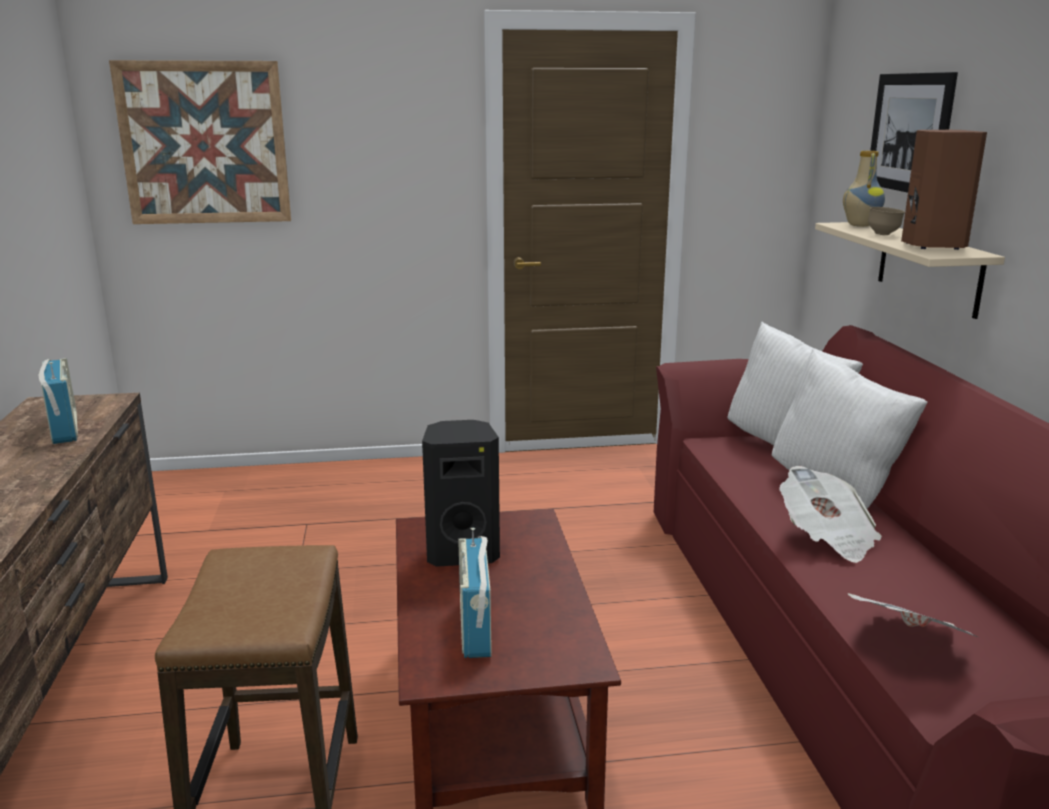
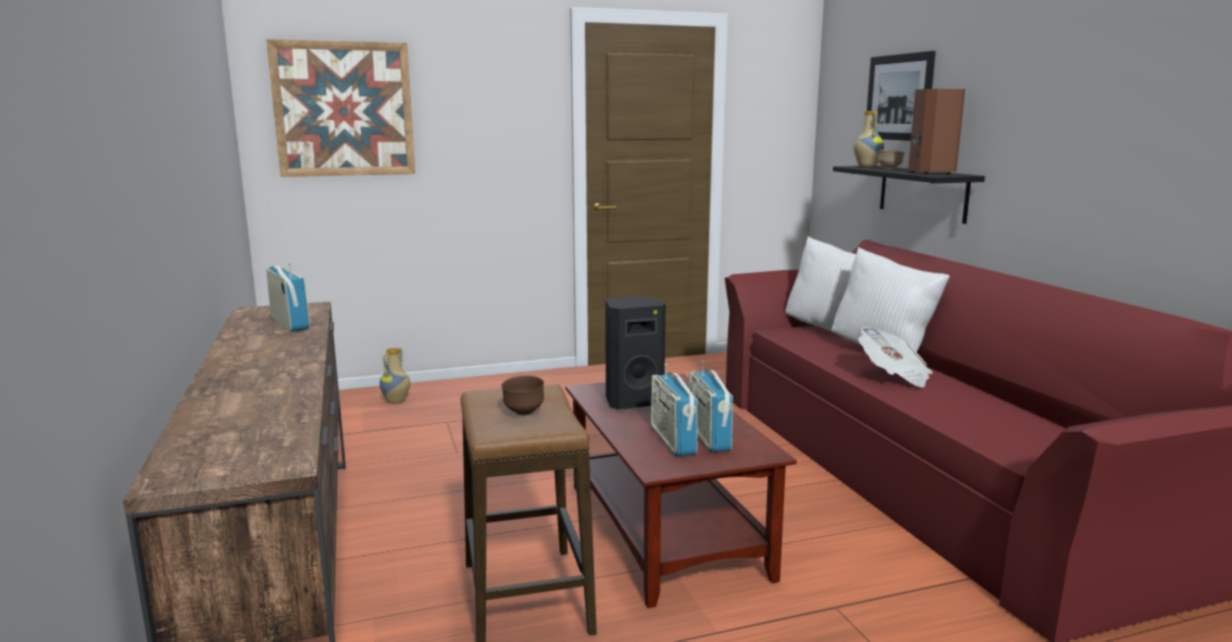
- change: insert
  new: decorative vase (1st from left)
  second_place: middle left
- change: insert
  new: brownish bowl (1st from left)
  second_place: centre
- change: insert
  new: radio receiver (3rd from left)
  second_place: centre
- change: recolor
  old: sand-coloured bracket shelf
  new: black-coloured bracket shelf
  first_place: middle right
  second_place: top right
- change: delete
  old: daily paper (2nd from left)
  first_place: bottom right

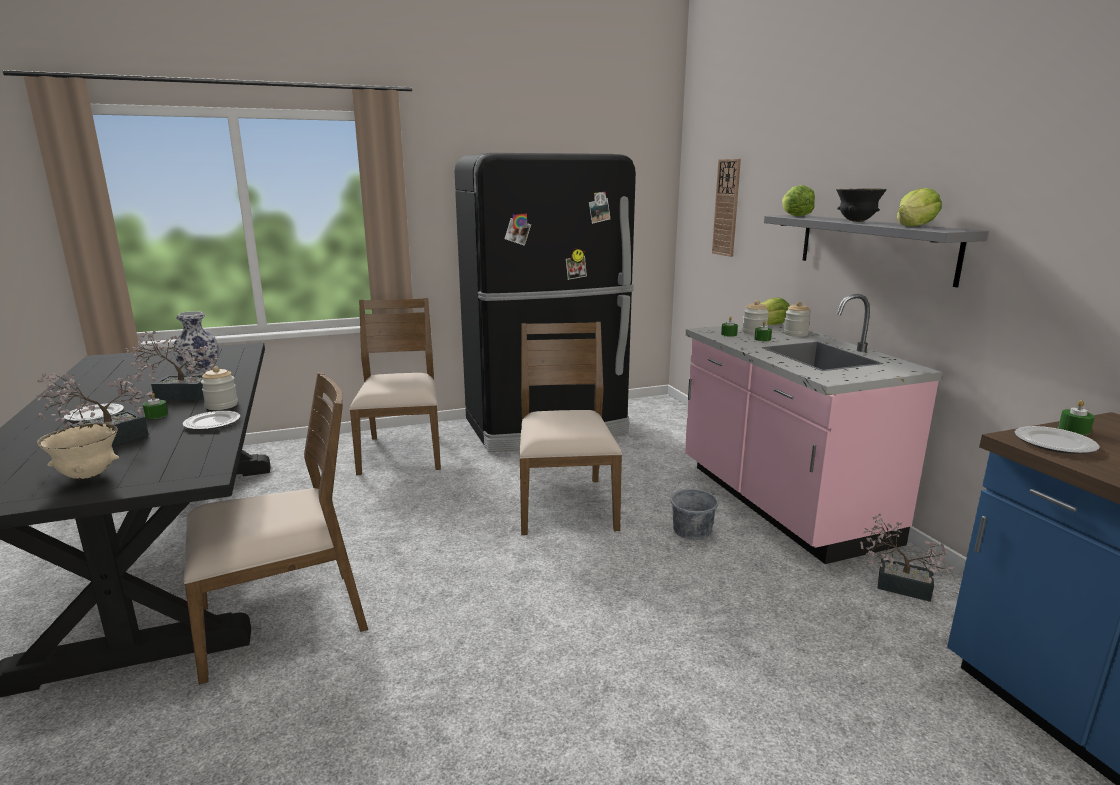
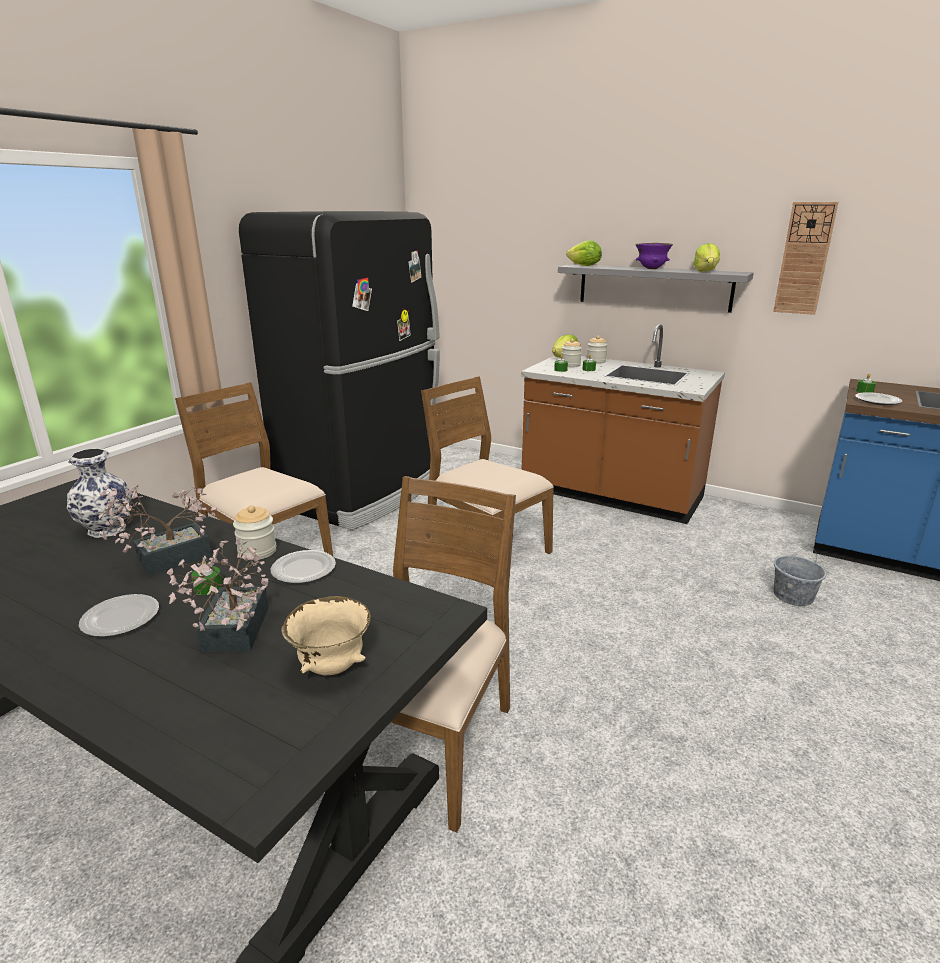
- change: recolor
  old: pink-coloured kitchen base unit
  new: brownish kitchen base unit
  first_place: middle right
  second_place: centre
- change: recolor
  old: black-coloured bowl
  new: purple-coloured bowl
  first_place: top right
  second_place: top right
- change: move
  old: wall clock
  first_place: top centre
  second_place: top right
- change: move
  old: greyish pail
  first_place: centre
  second_place: middle right
- change: delete
  old: plant in a pot (3rd from left)
  first_place: bottom right

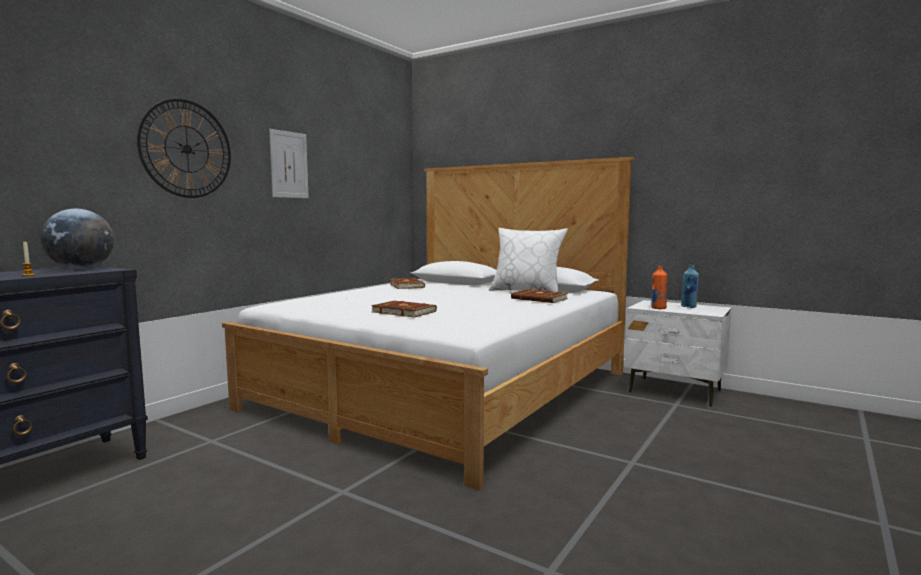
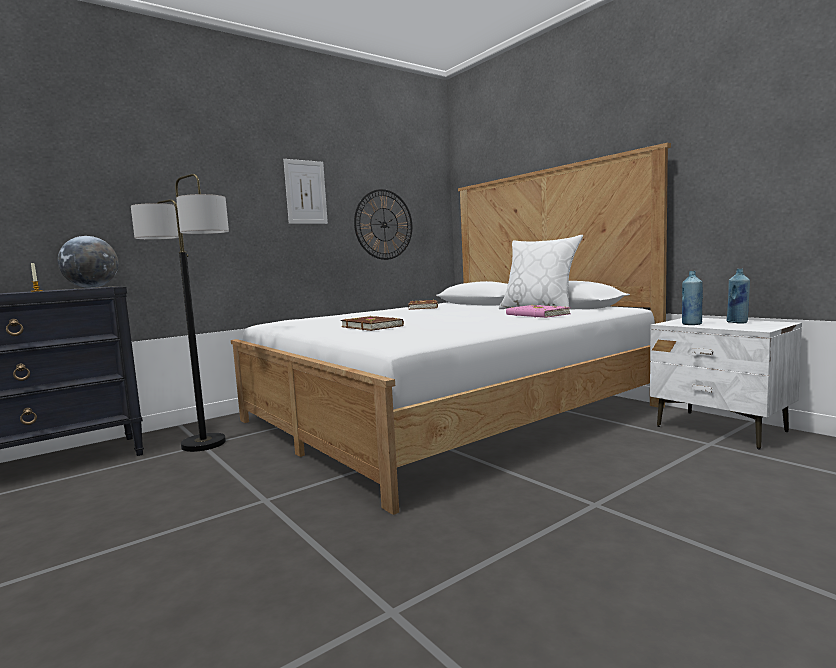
- change: insert
  new: floor lamp
  second_place: middle left
- change: move
  old: wall clock
  first_place: top left
  second_place: centre
- change: recolor
  old: brownish book (3rd from left)
  new: pink-coloured book
  first_place: centre
  second_place: centre
- change: recolor
  old: orange-coloured beverage bottle
  new: bluish beverage bottle (1st from left)
  first_place: middle right
  second_place: middle right

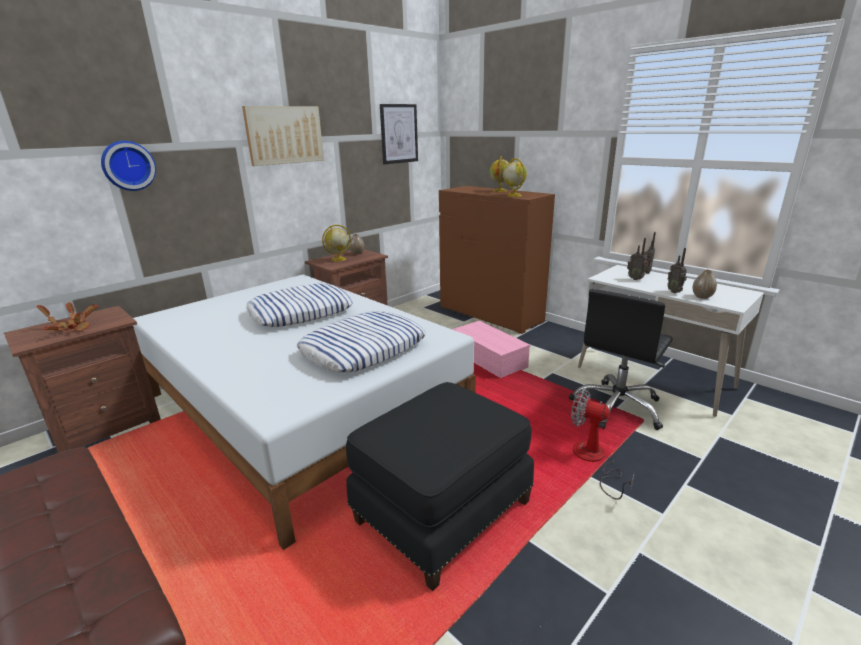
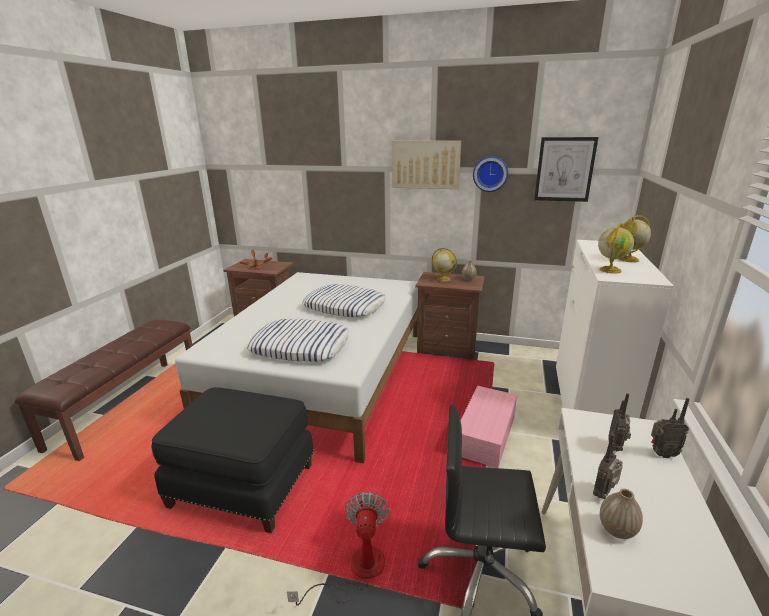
- change: move
  old: wall clock
  first_place: top left
  second_place: top centre
- change: recolor
  old: brownish drawer chest
  new: white drawer chest
  first_place: centre
  second_place: middle right

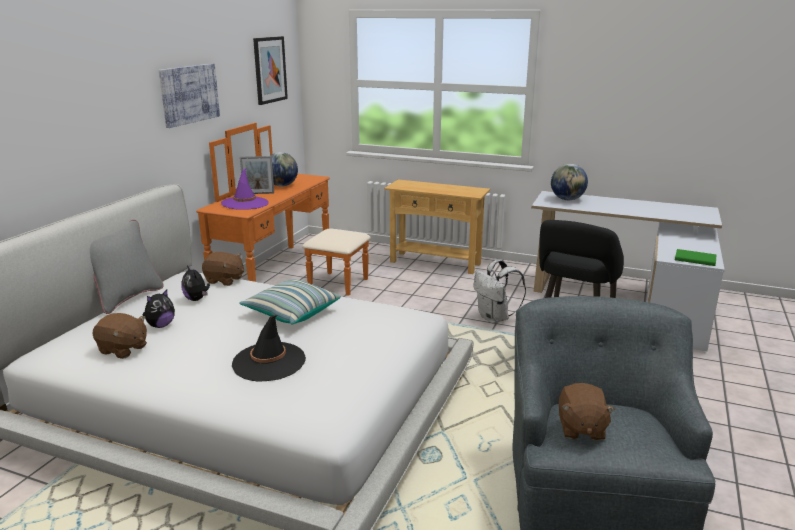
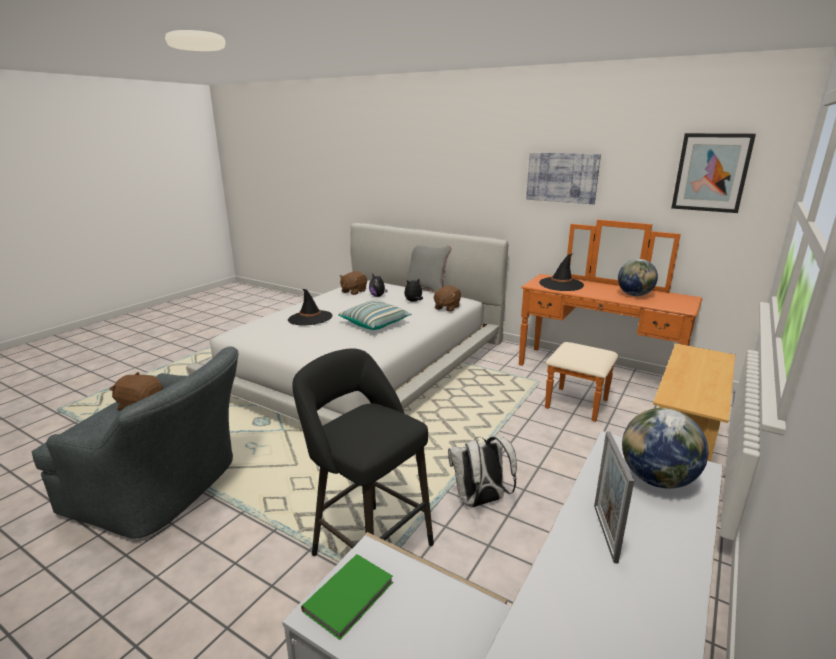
- change: recolor
  old: purple-coloured clothing hat
  new: black-coloured clothing hat (2nd from left)
  first_place: middle left
  second_place: middle right
- change: move
  old: photo frame
  first_place: top left
  second_place: bottom right

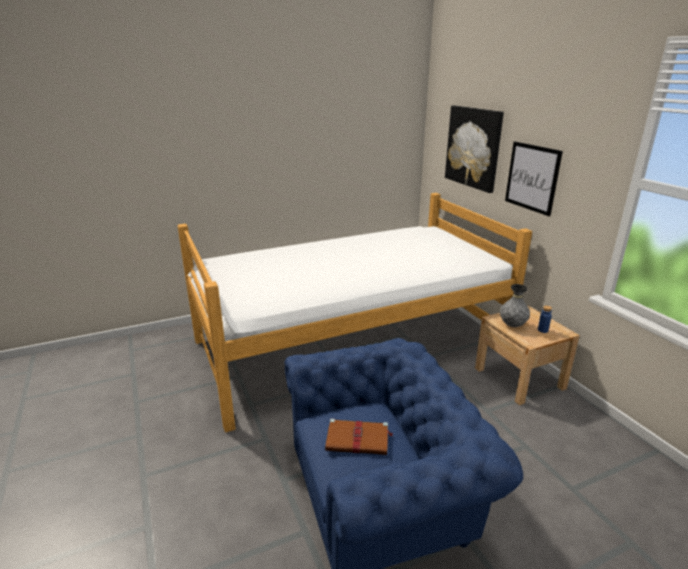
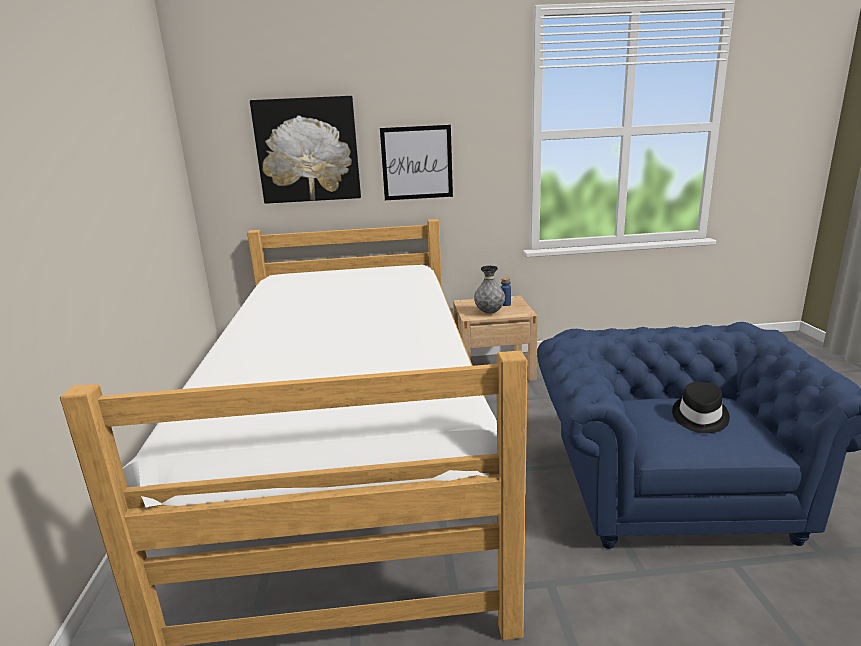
- change: replace
  old: brownish book
  new: black-coloured clothing hat
  first_place: bottom centre
  second_place: middle right

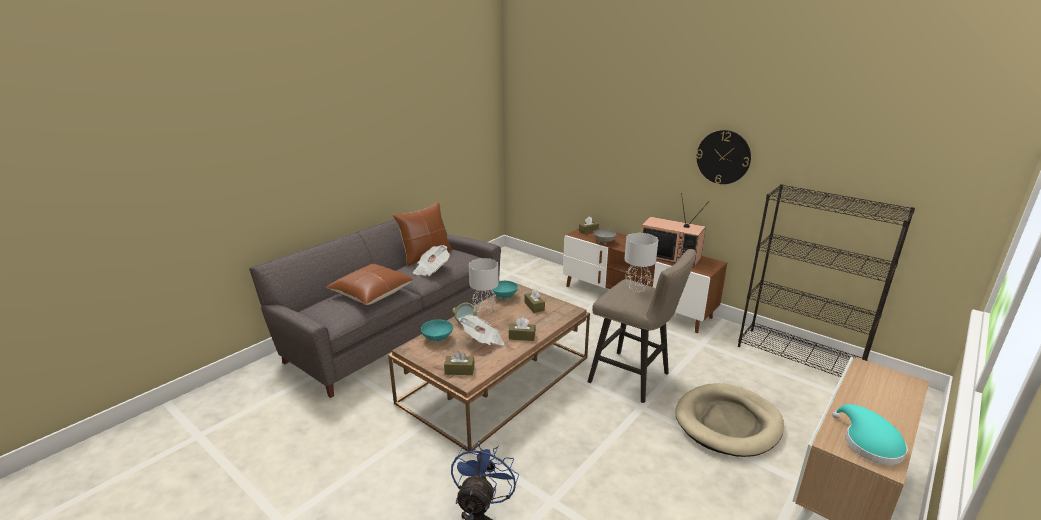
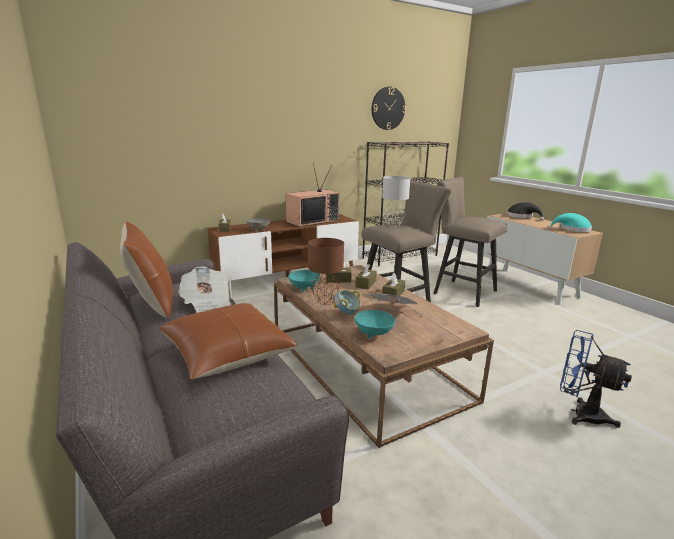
- change: recolor
  old: greyish tabletop lamp (1st from left)
  new: brownish tabletop lamp
  first_place: centre
  second_place: centre
- change: move
  old: brownish box of tissues (1st from left in the first image)
  new: brownish box of tissues (3rd from left)
  first_place: bottom centre
  second_place: centre
- change: move
  old: wall clock
  first_place: top right
  second_place: top centre
- change: replace
  old: sand-coloured dog bed
  new: sand-coloured sitting stool (2nd from left)
  first_place: bottom right
  second_place: middle right
- change: insert
  new: black-coloured clothing hat
  second_place: middle right

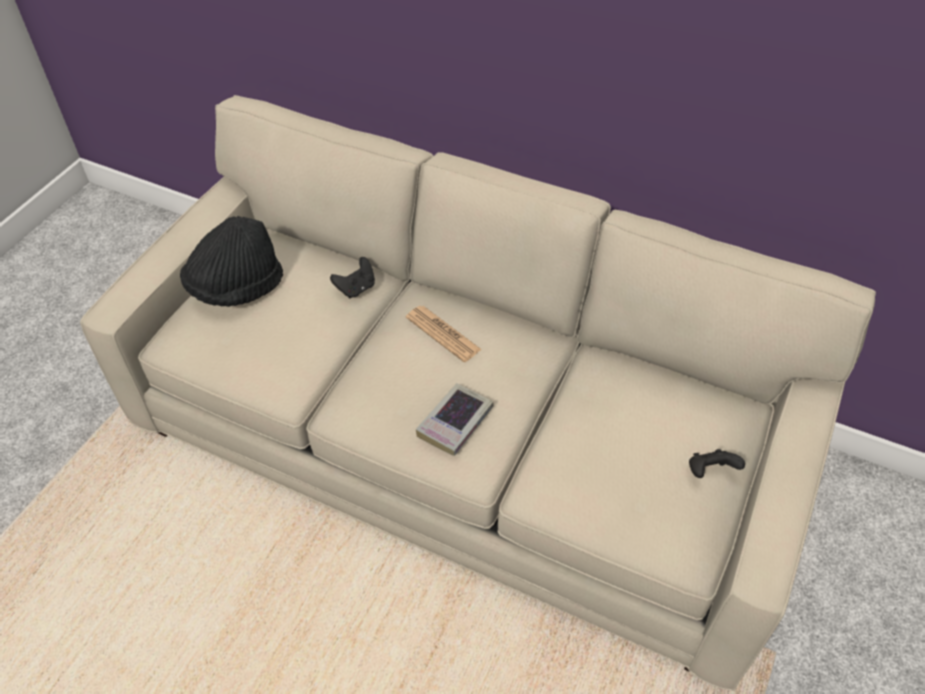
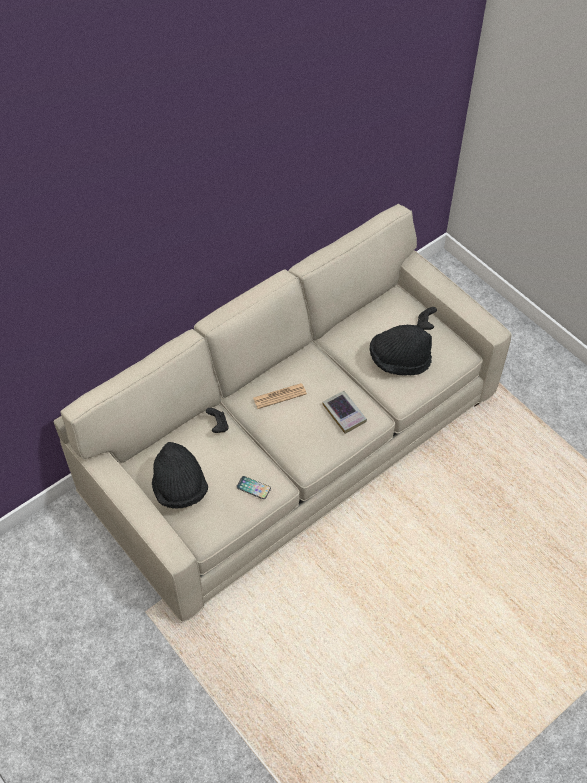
- change: insert
  new: handset
  second_place: centre
- change: insert
  new: black-coloured clothing hat (2nd from left)
  second_place: middle right

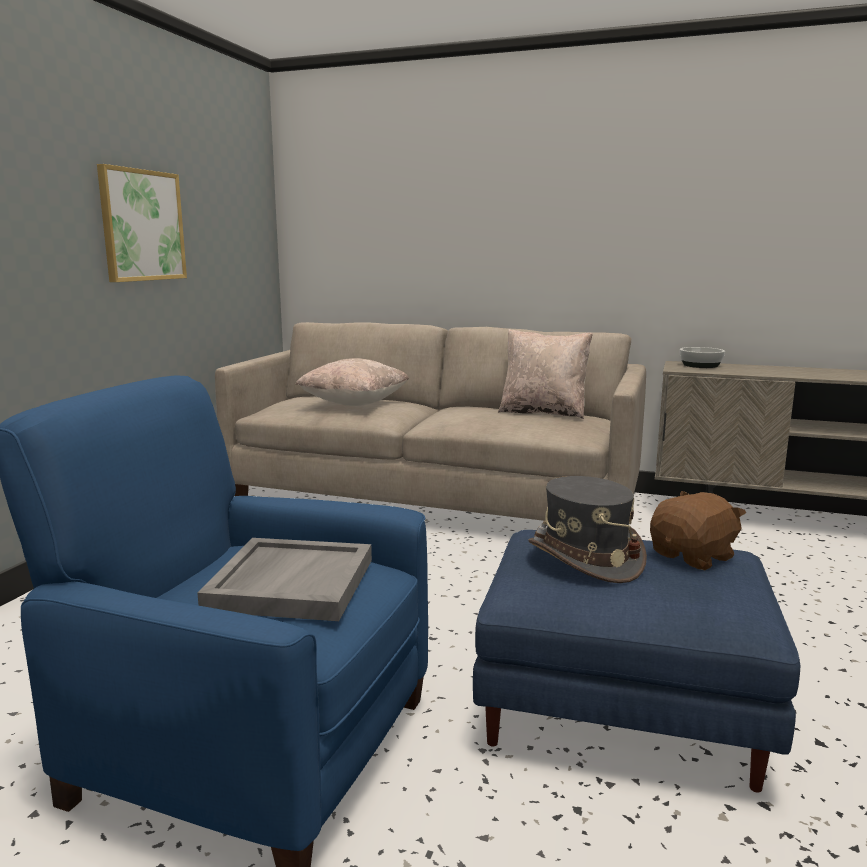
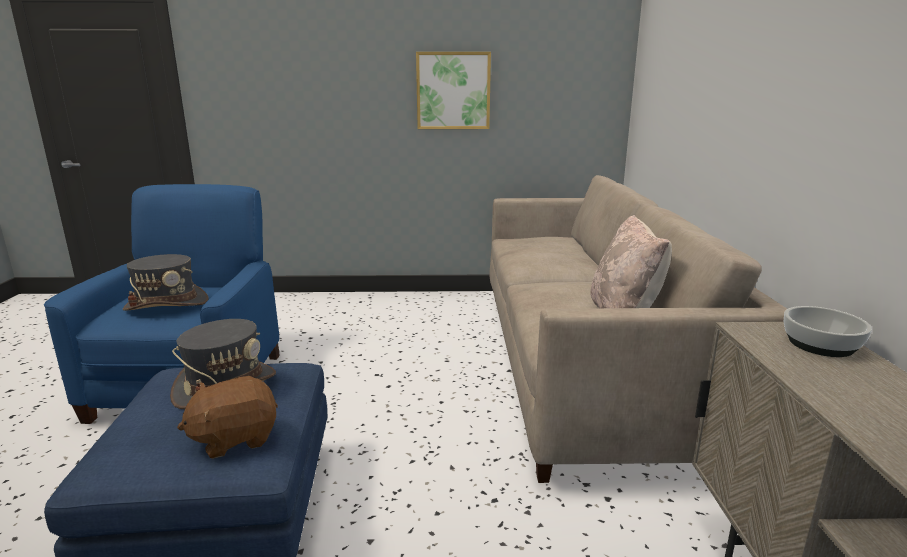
- change: replace
  old: greyish tray
  new: greyish clothing hat (1st from left)
  first_place: bottom left
  second_place: middle left
- change: rotate
  old: brownish soft toy
  first_place: middle right
  second_place: bottom left
  degrees: 120
- change: delete
  old: sand-coloured pillow (1st from left)
  first_place: centre

